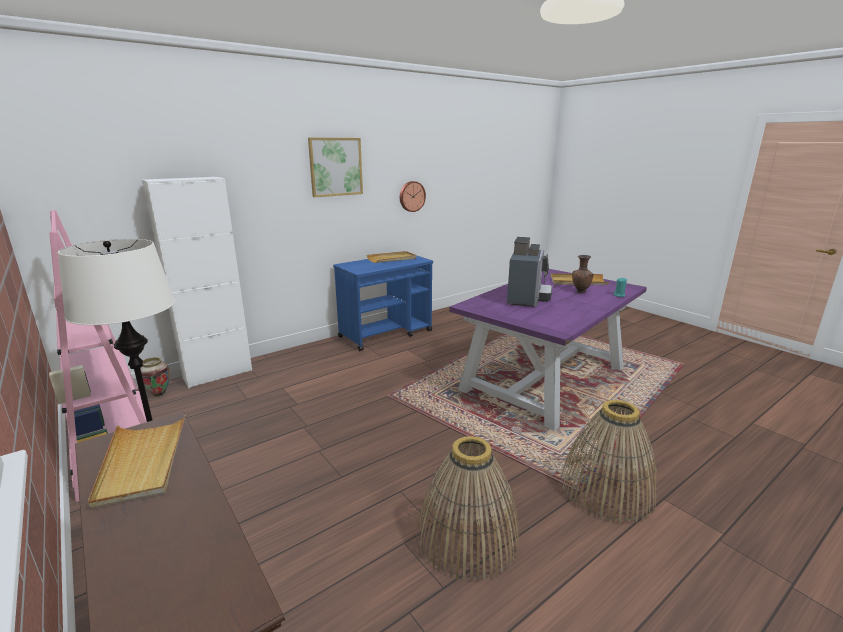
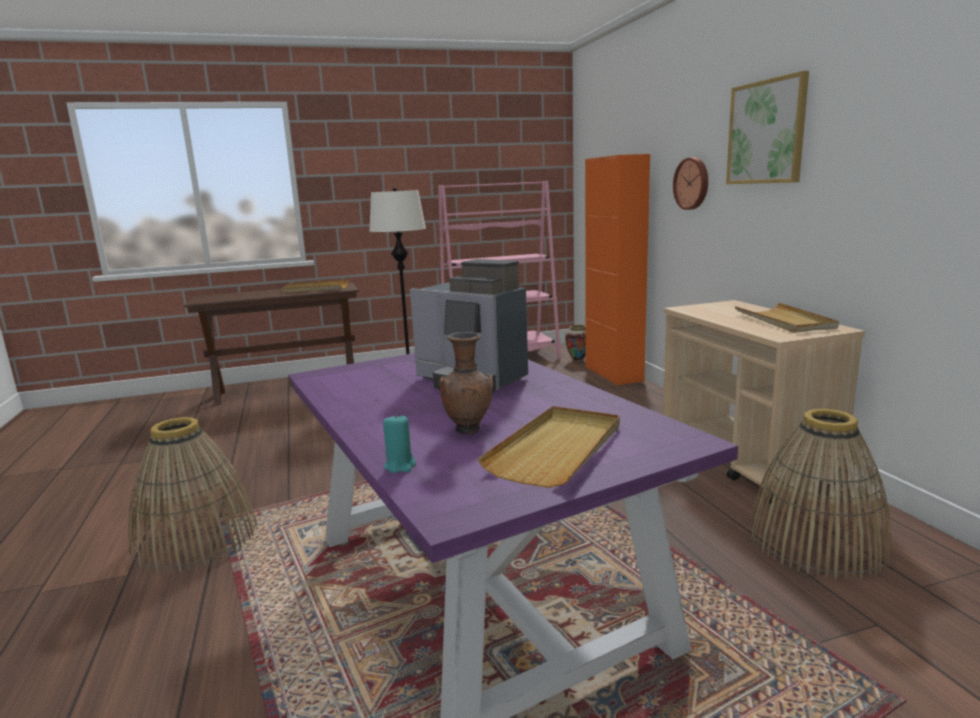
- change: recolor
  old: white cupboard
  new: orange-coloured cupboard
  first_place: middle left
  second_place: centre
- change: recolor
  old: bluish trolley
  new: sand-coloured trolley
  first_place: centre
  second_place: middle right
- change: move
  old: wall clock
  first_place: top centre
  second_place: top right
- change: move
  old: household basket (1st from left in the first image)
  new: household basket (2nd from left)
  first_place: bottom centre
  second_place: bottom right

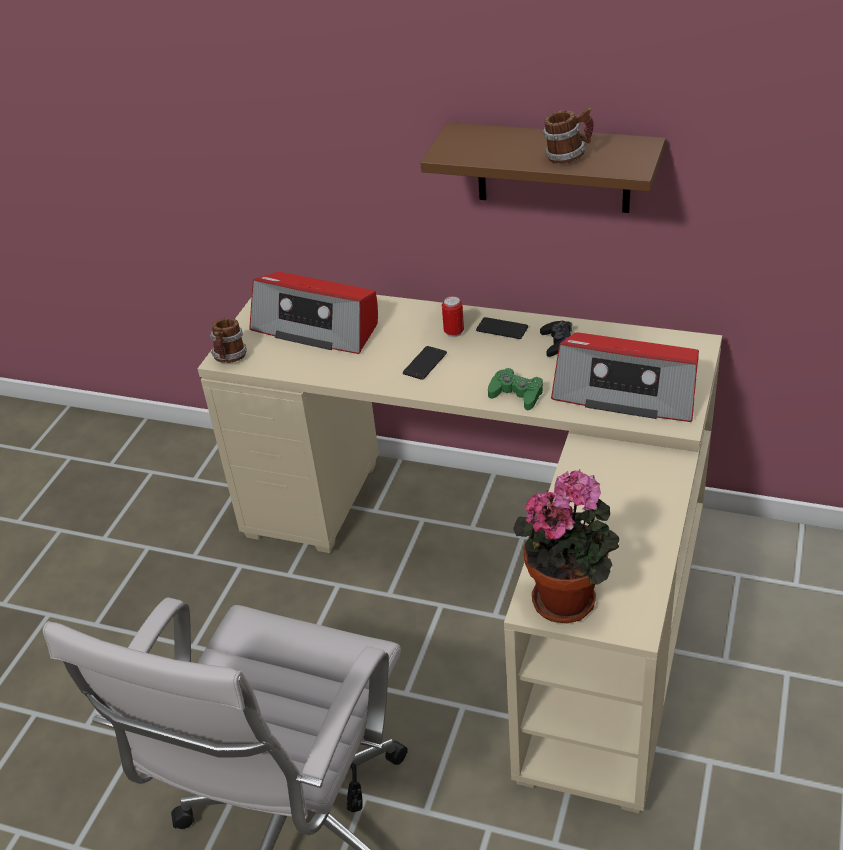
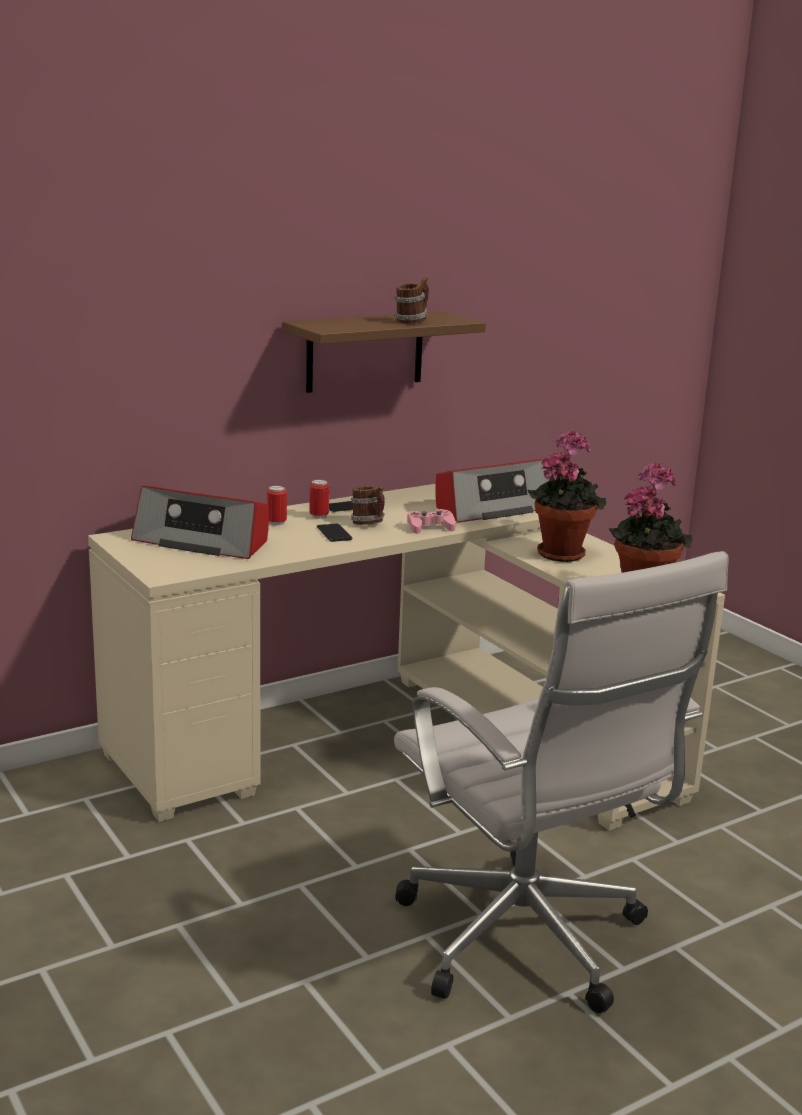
- change: rotate
  old: radio receiver (1st from left)
  first_place: centre
  second_place: middle left
  degrees: 45
- change: insert
  new: can (1st from left)
  second_place: centre
- change: move
  old: tea mug (1st from left)
  first_place: middle left
  second_place: centre
- change: recolor
  old: greenish joypad
  new: pink-coloured joypad
  first_place: centre
  second_place: centre
- change: insert
  new: plant in a pot (1st from left)
  second_place: middle right
- change: delete
  old: black-coloured joypad
  first_place: centre

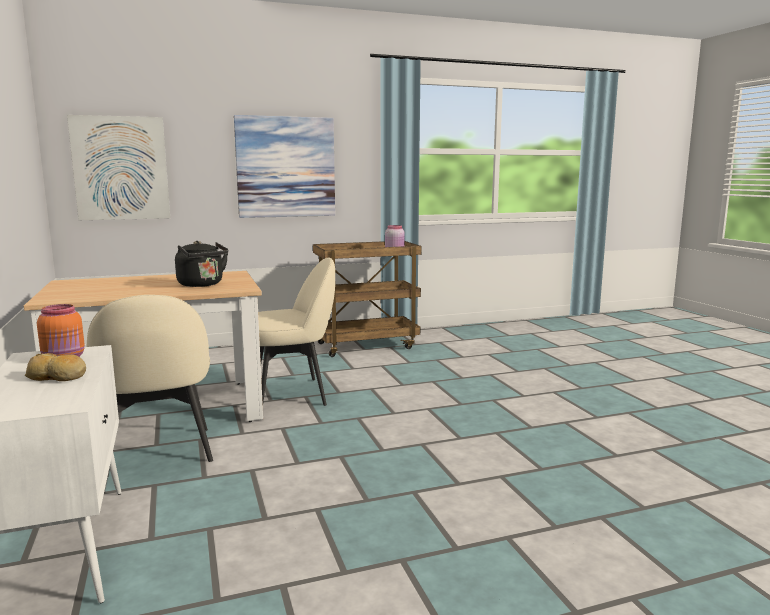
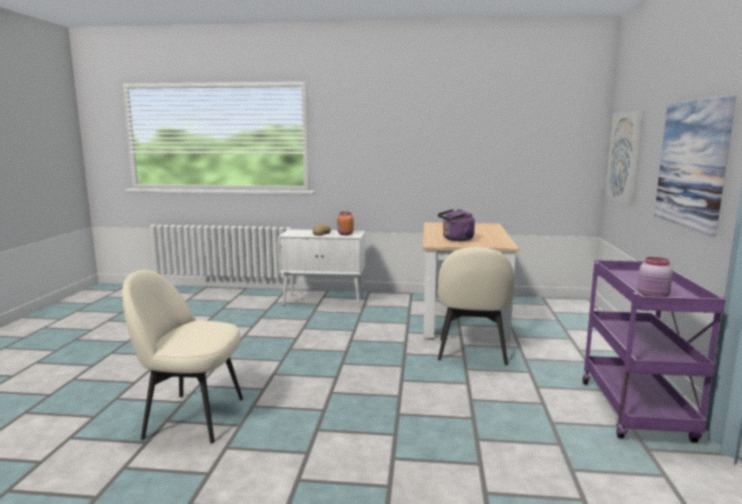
- change: move
  old: sand-coloured plain chair (1st from left)
  first_place: middle left
  second_place: bottom left
- change: recolor
  old: black-coloured kettle
  new: purple-coloured kettle
  first_place: middle left
  second_place: centre
- change: recolor
  old: brownish trolley
  new: purple-coloured trolley
  first_place: centre
  second_place: bottom right

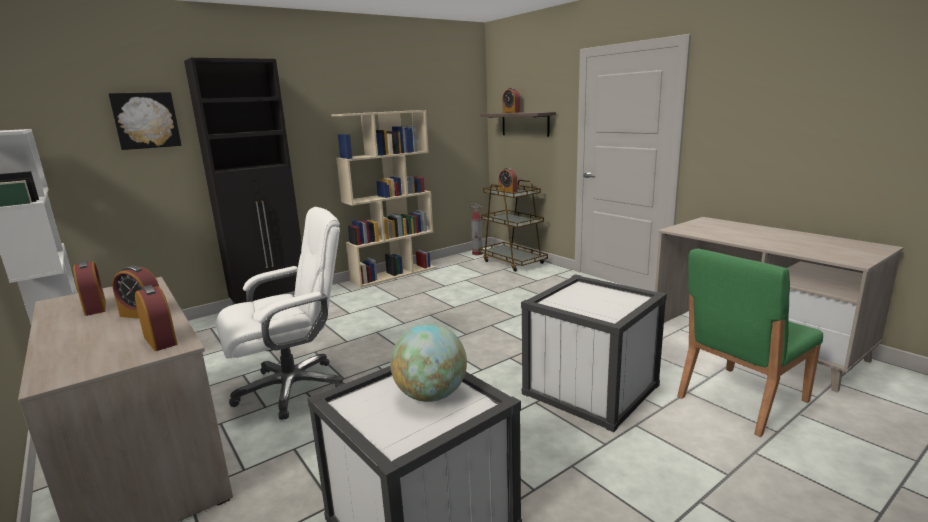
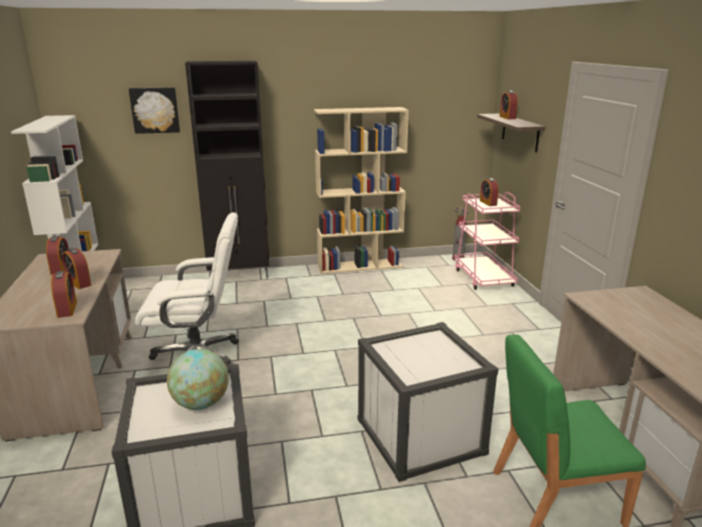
- change: recolor
  old: brownish trolley
  new: pink-coloured trolley
  first_place: centre
  second_place: middle right

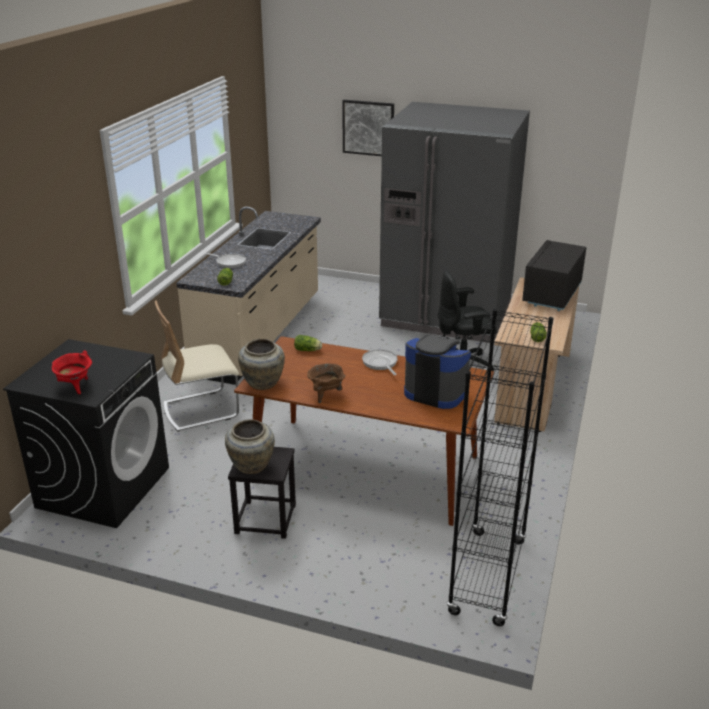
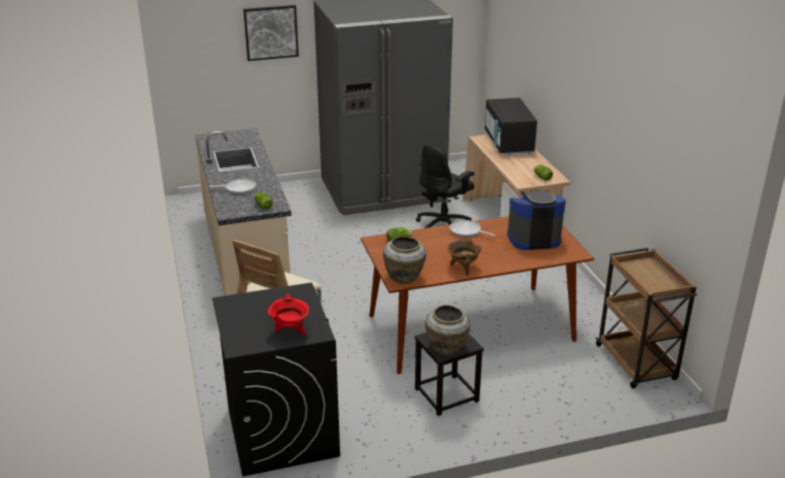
- change: replace
  old: black-coloured shelving unit
  new: brownish trolley
  first_place: middle right
  second_place: middle right

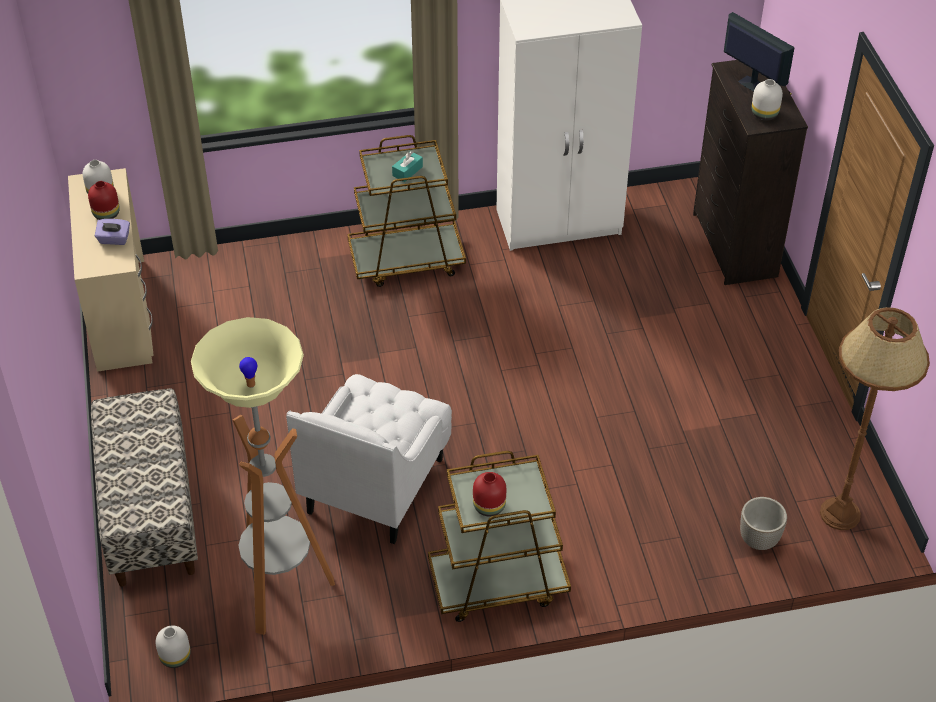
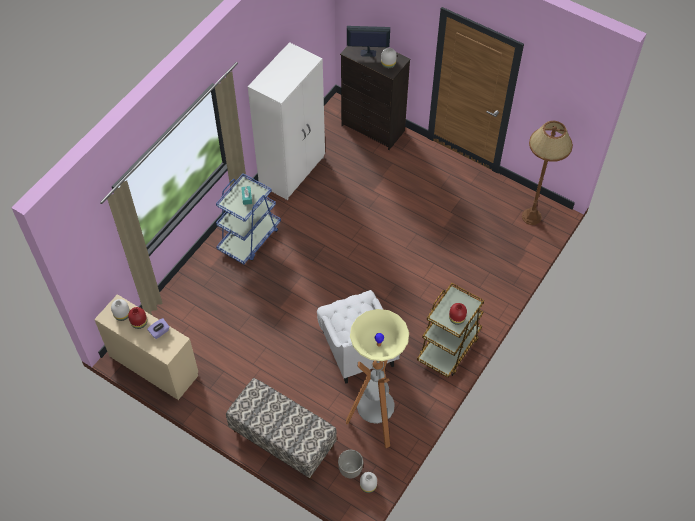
- change: recolor
  old: brownish trolley (1st from left)
  new: bluish trolley
  first_place: top centre
  second_place: centre
- change: move
  old: planter
  first_place: bottom right
  second_place: bottom centre

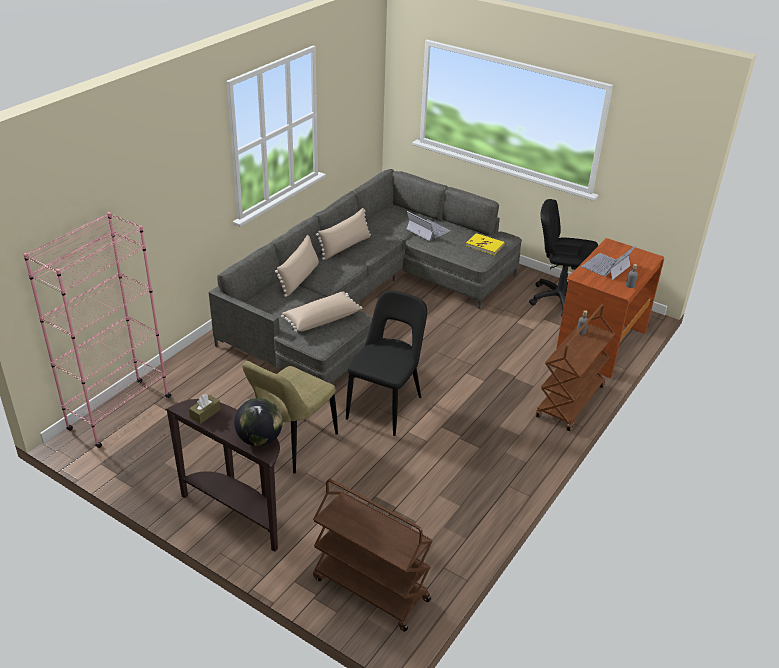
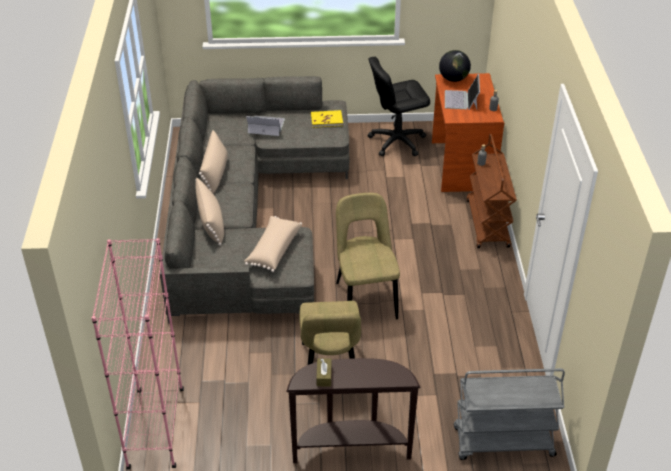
- change: recolor
  old: black-coloured plain chair
  new: sand-coloured plain chair (2nd from left)
  first_place: centre
  second_place: centre
- change: move
  old: world globe
  first_place: middle left
  second_place: top right
- change: recolor
  old: brownish trolley (1st from left)
  new: greyish trolley
  first_place: bottom centre
  second_place: bottom right

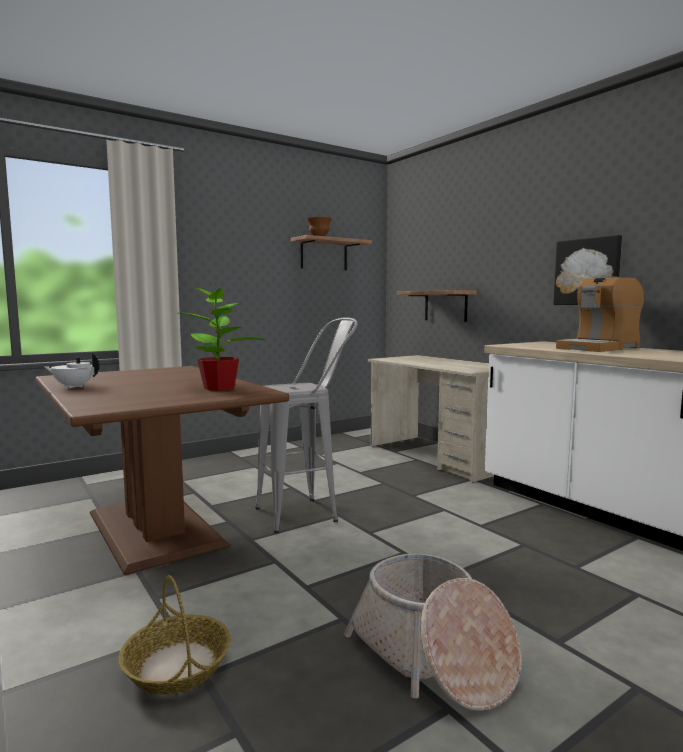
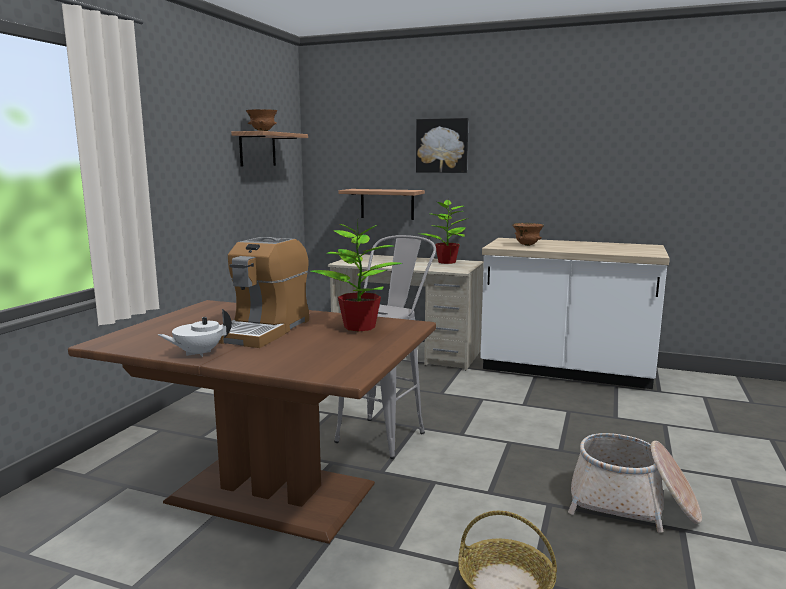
- change: move
  old: coffee maker
  first_place: middle right
  second_place: centre
- change: move
  old: wall art
  first_place: middle right
  second_place: top centre
- change: insert
  new: plant in a pot (2nd from left)
  second_place: centre
- change: insert
  new: brownish bowl (2nd from left)
  second_place: middle right

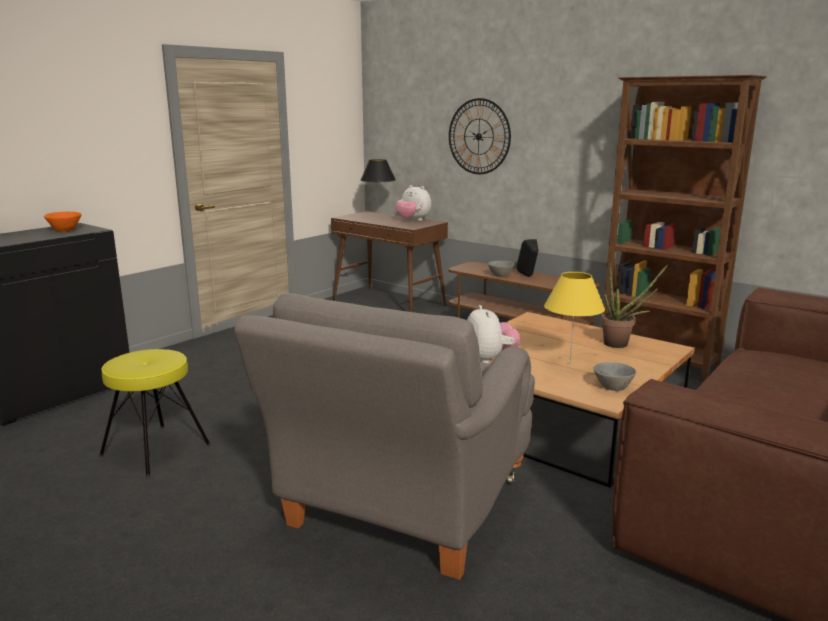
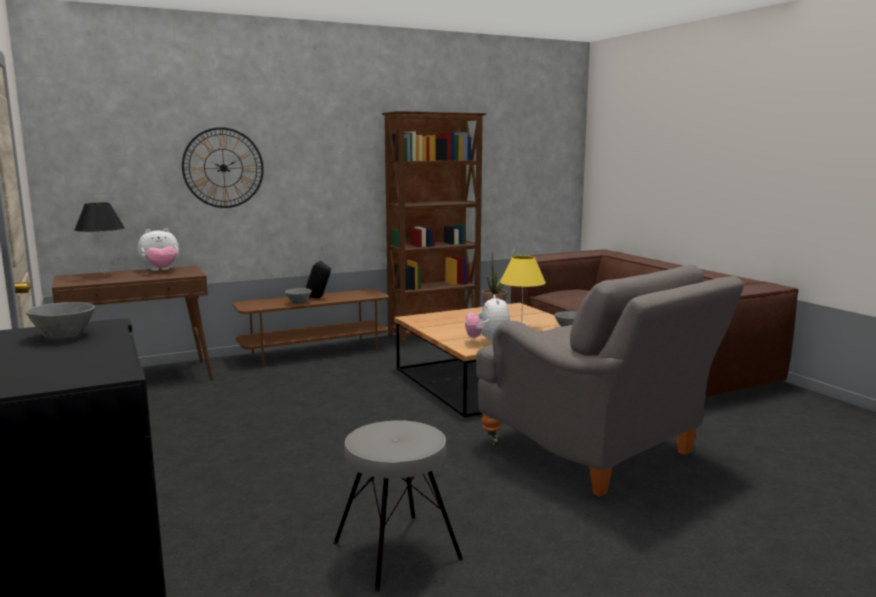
- change: recolor
  old: orange-coloured bowl
  new: greyish bowl (1st from left)
  first_place: middle left
  second_place: middle left
- change: recolor
  old: yellow sitting stool
  new: greyish sitting stool
  first_place: middle left
  second_place: bottom centre
- change: rotate
  old: soft toy (2nd from left)
  first_place: centre
  second_place: centre
  degrees: -105

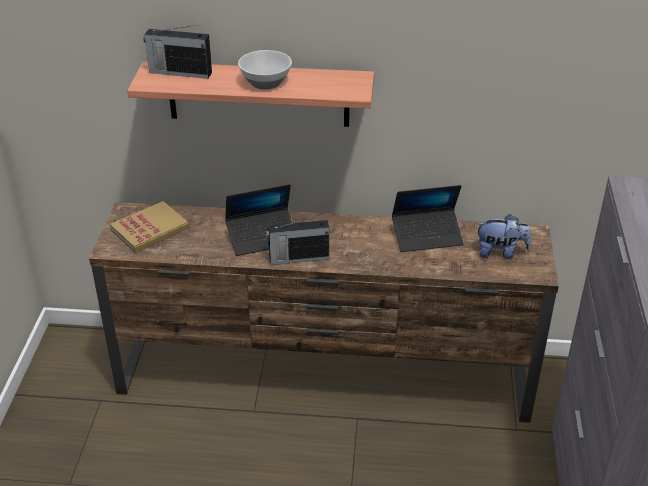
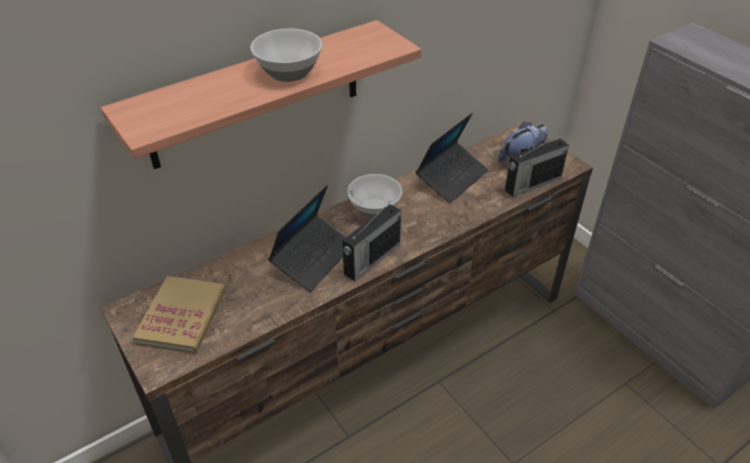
- change: insert
  new: bowl (2nd from left)
  second_place: centre
- change: move
  old: radio receiver (1st from left in the first image)
  new: radio receiver (2nd from left)
  first_place: top left
  second_place: middle right

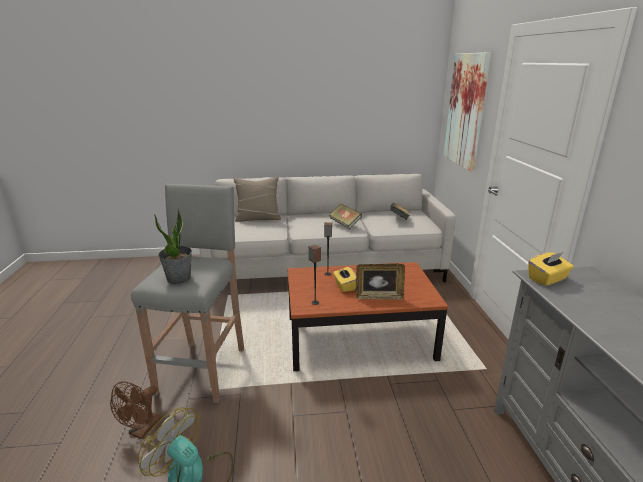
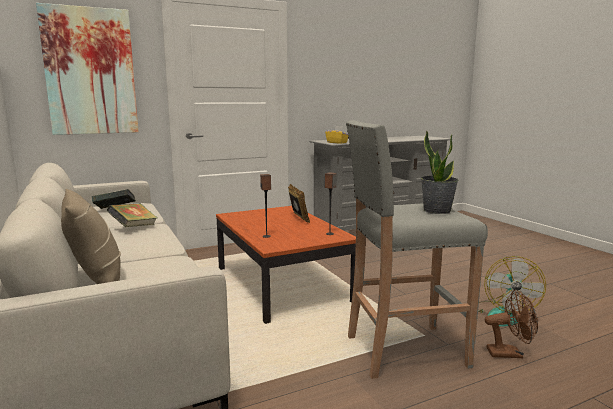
- change: delete
  old: yellow box of tissues (1st from left)
  first_place: centre

